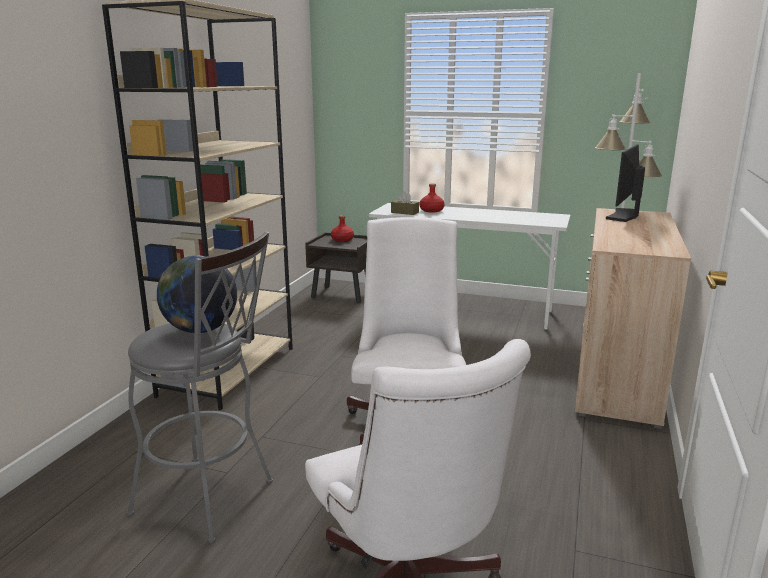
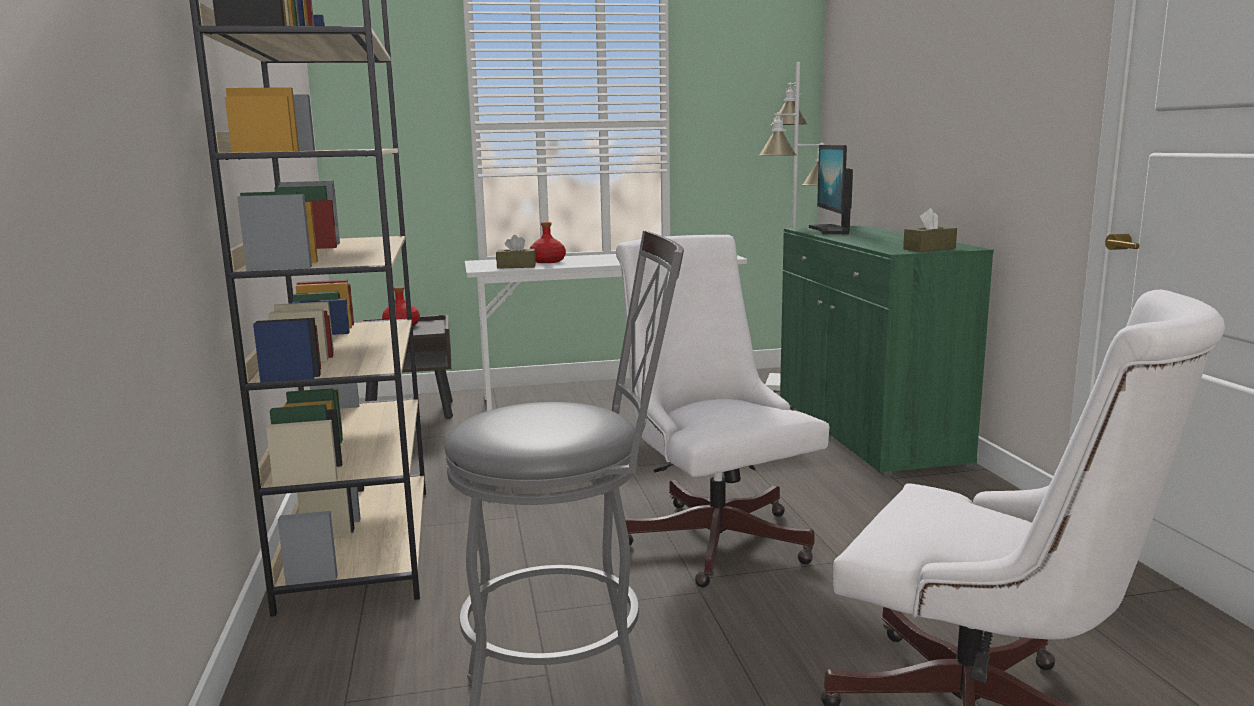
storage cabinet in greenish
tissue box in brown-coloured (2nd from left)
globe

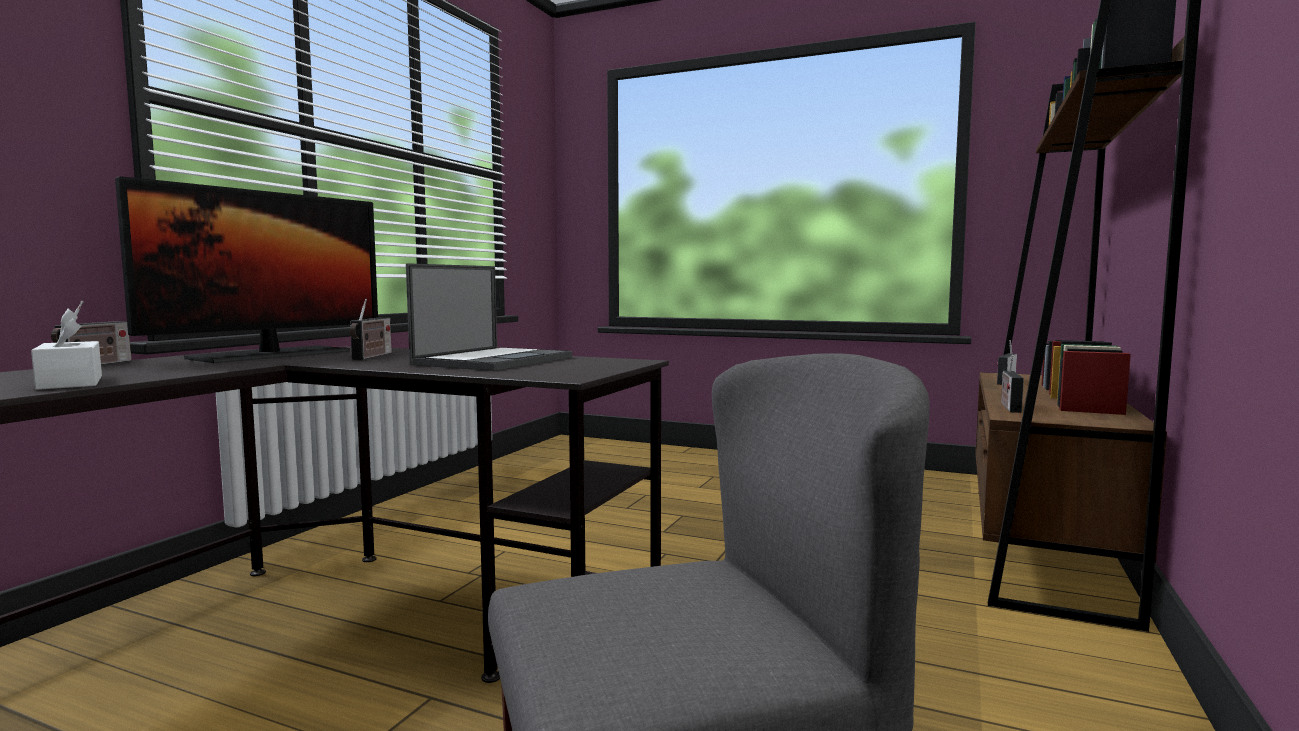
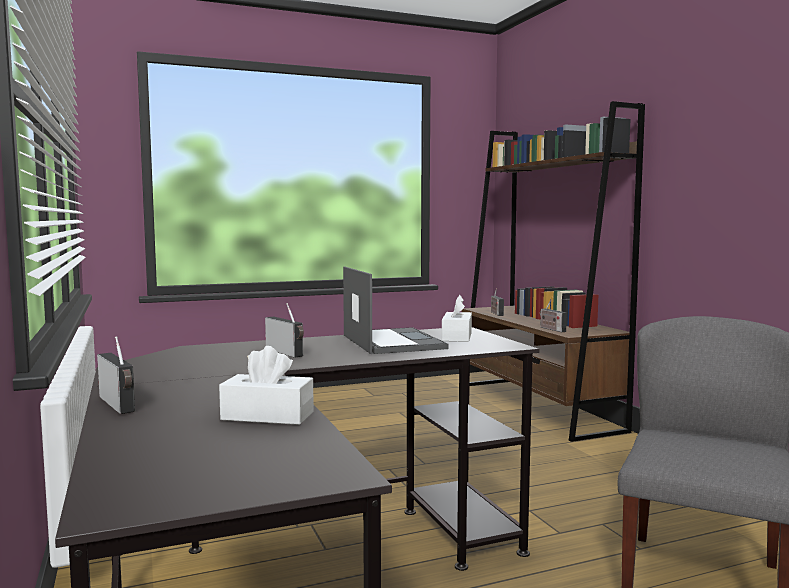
tissue box in whitish (2nd from left)
computer display

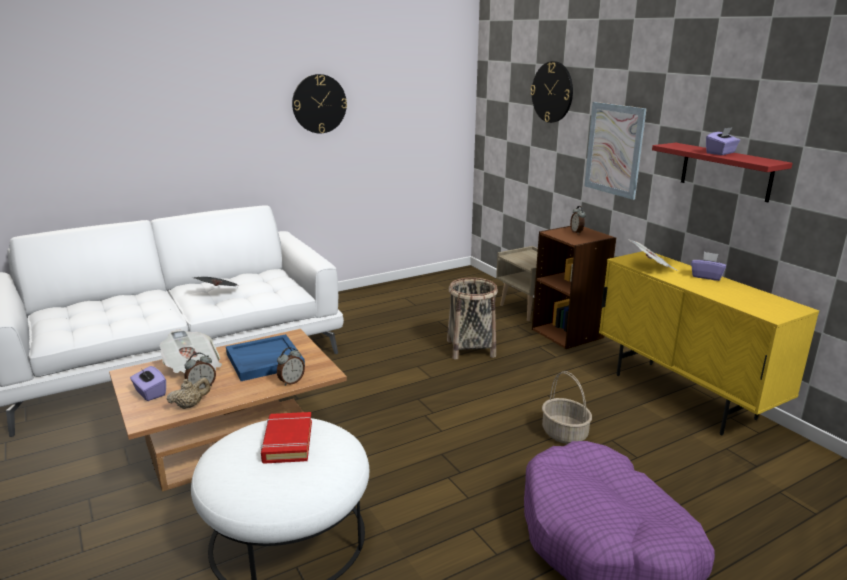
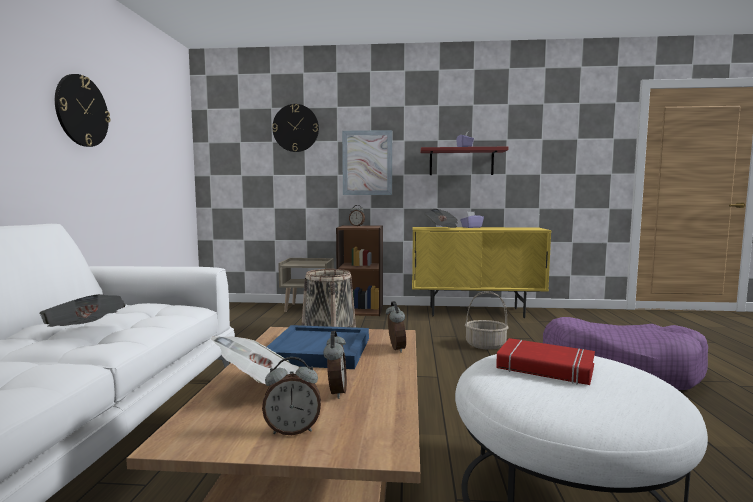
alarm clock (1st from left)
teapot in beige

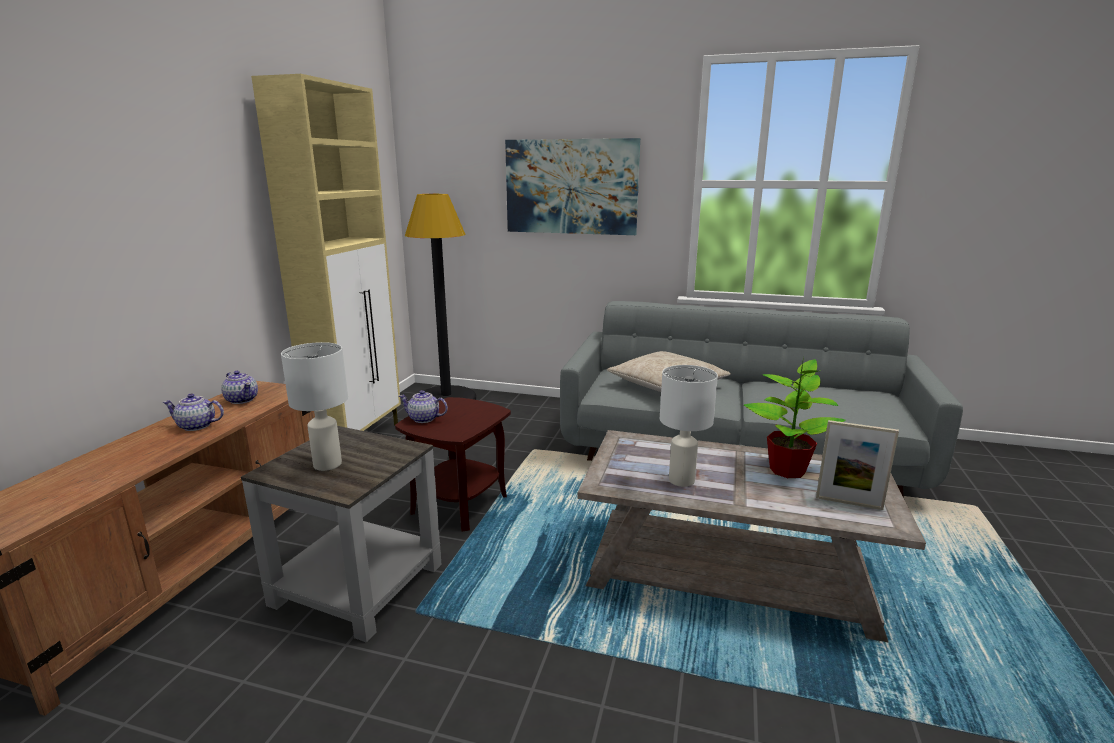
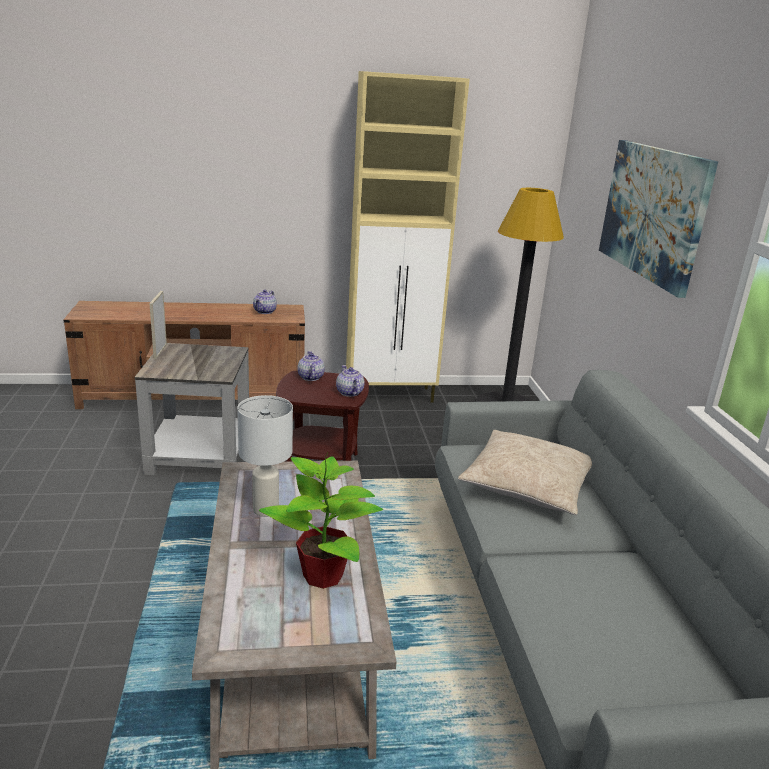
standing frame
teapot (3rd from left)
lamp for a table in whitish (1st from left in the first image)

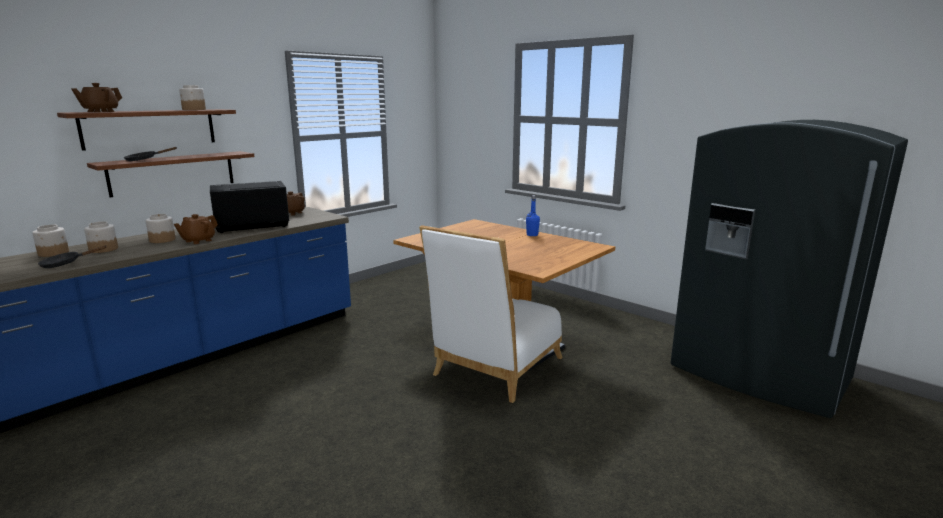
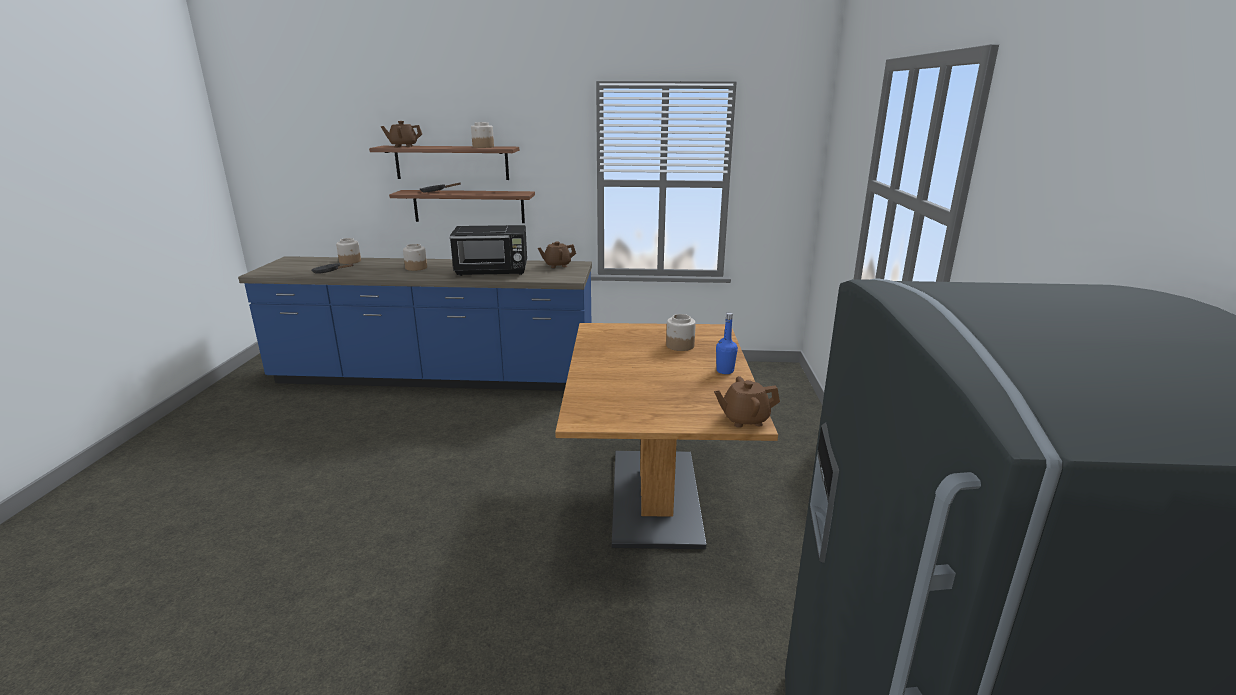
kitchen microwave in black
preserve jar (4th from left)
teapot in brown-coloured (3rd from left)
upright chair in whitish

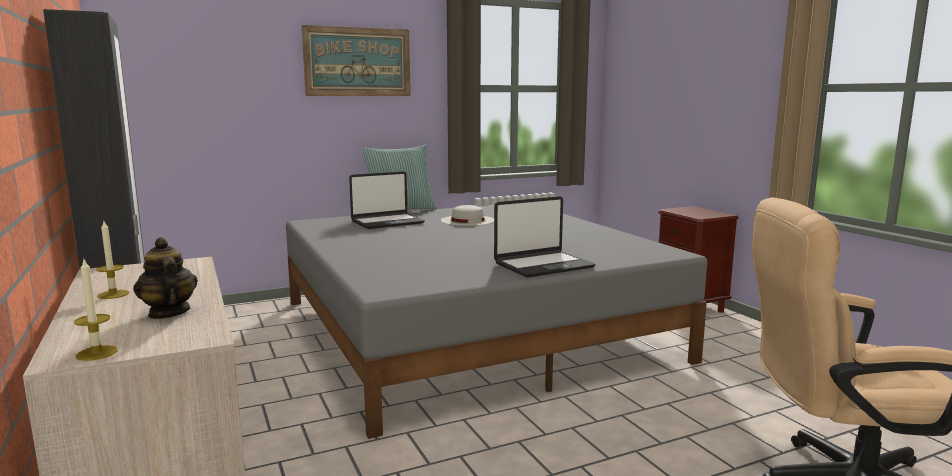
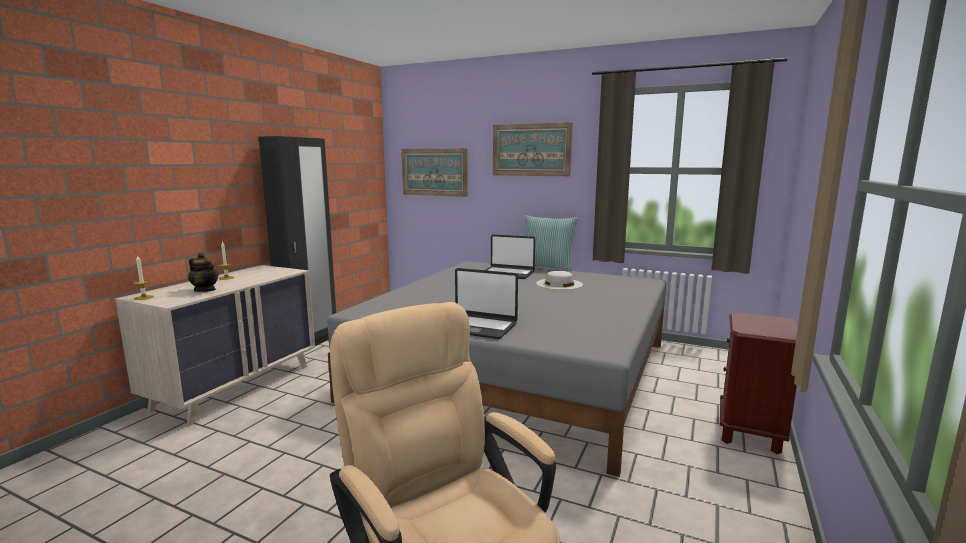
teapot
wall picture (1st from left)

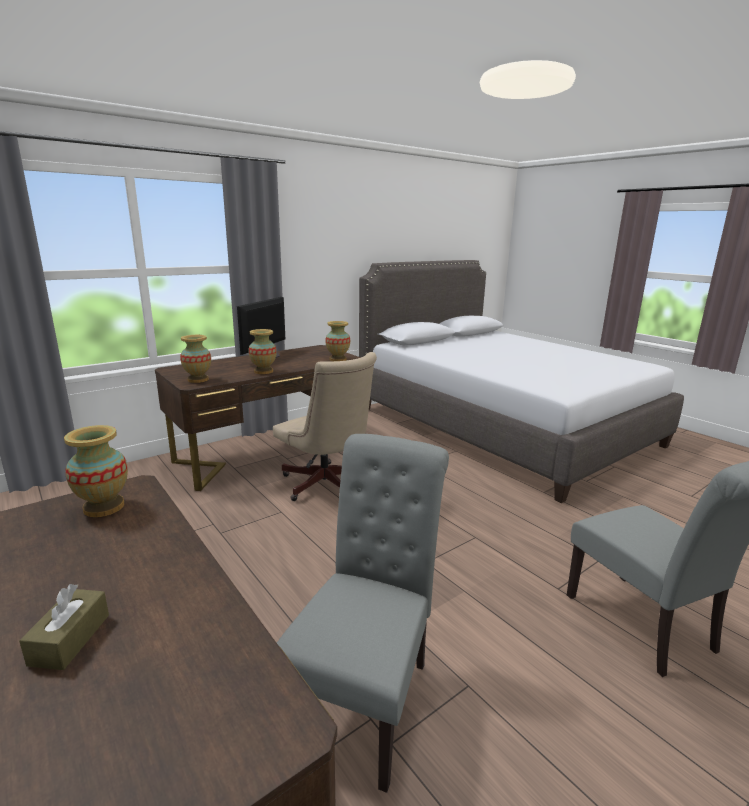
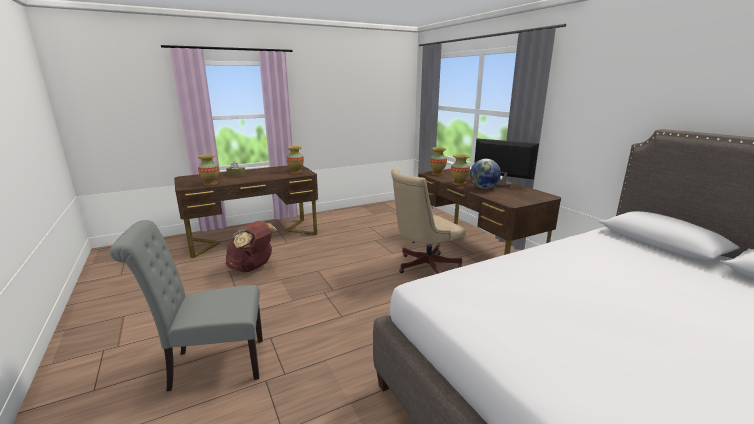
vase (1st from left)
backpack in brown-coloured
globe

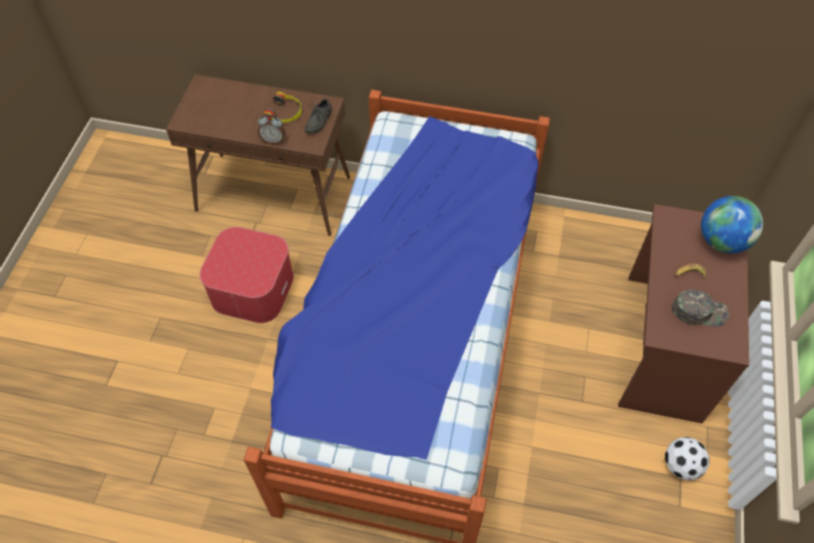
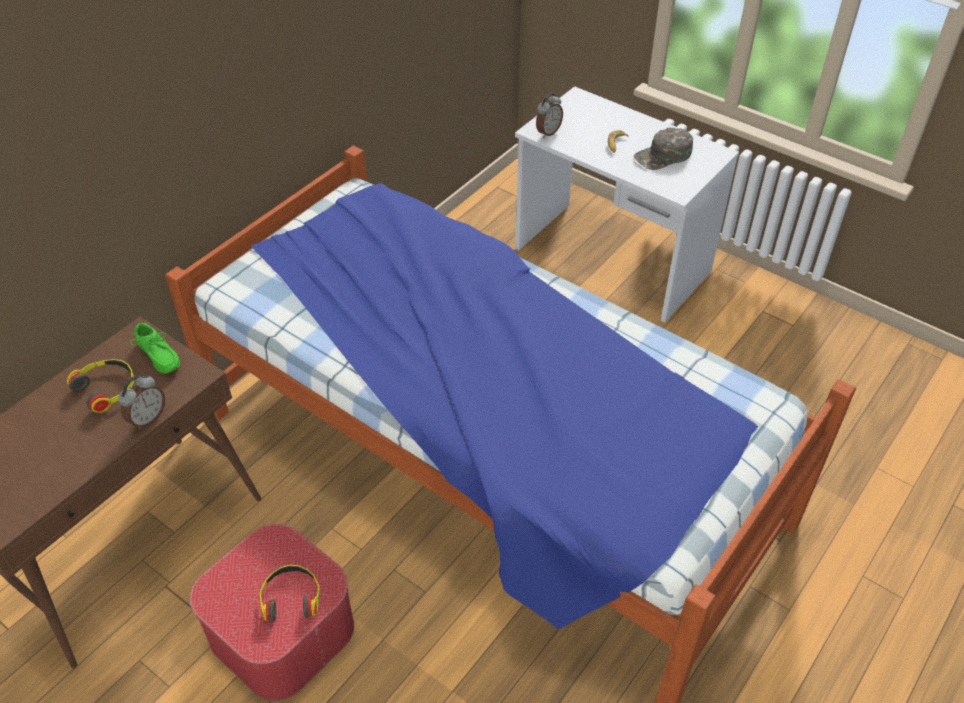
item of footwear in greenish
headphones (2nd from left)
desk unit in whitish
alarm clock (2nd from left)
peaked cap in greenish
ball for football
globe

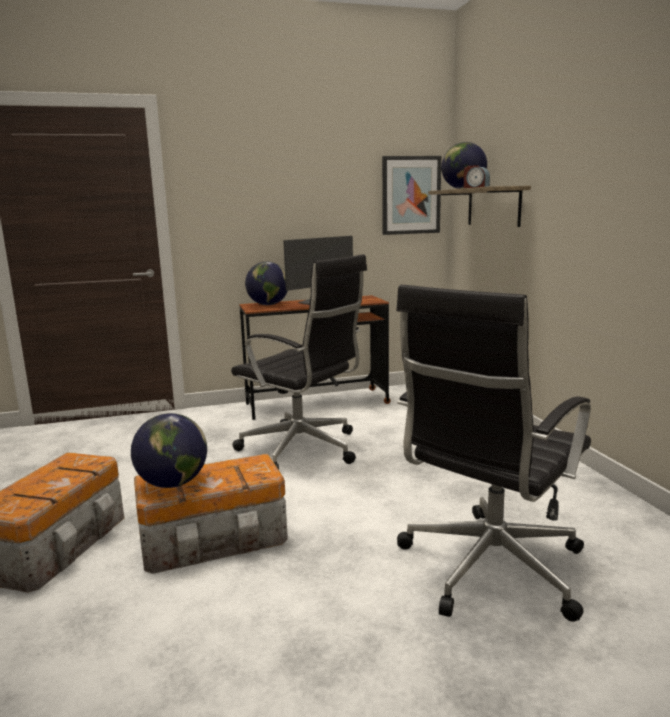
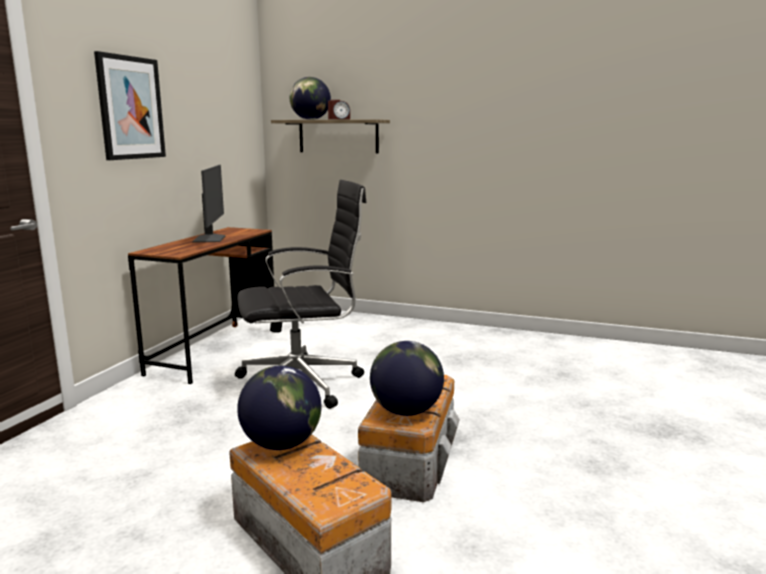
wall picture
globe (1st from left)
desk chair in black (2nd from left in the first image)

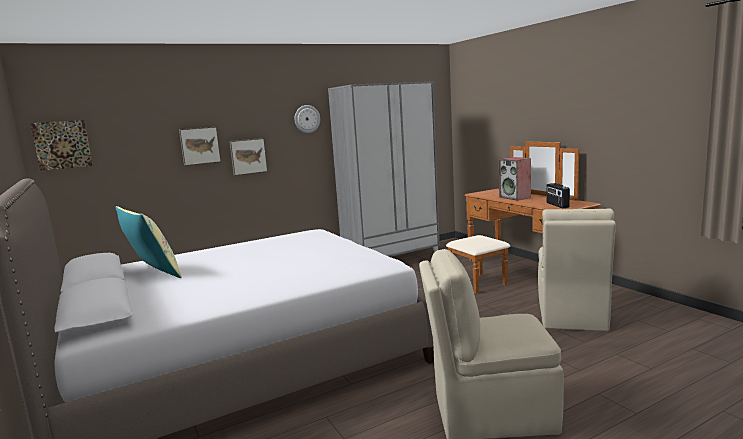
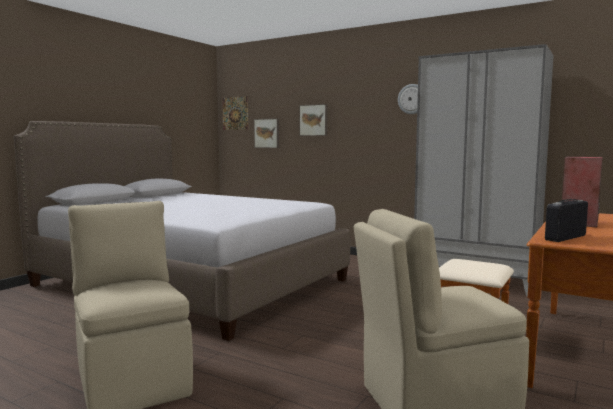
wall picture (2nd from left)
pillow in yellowish

